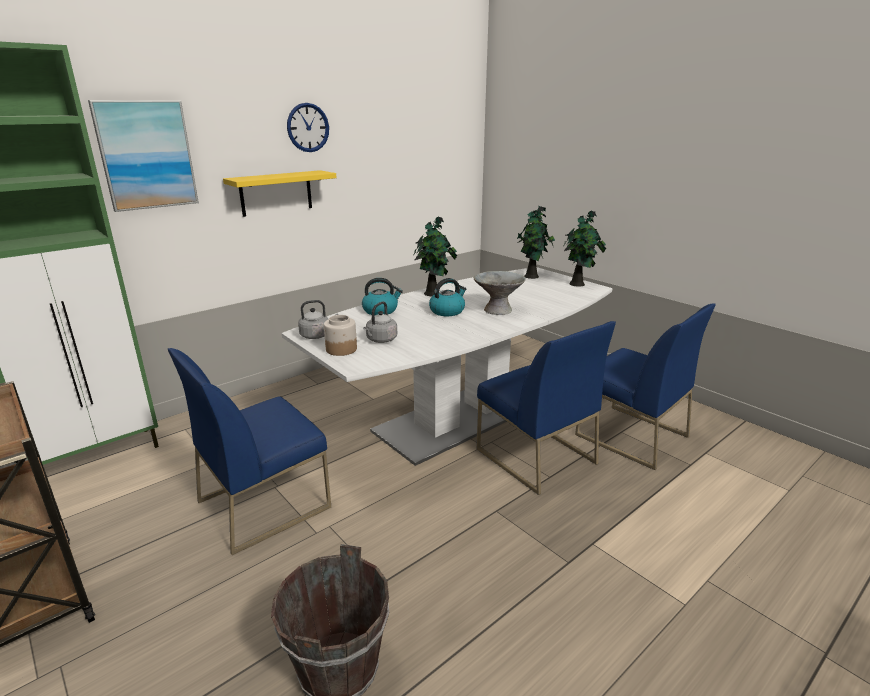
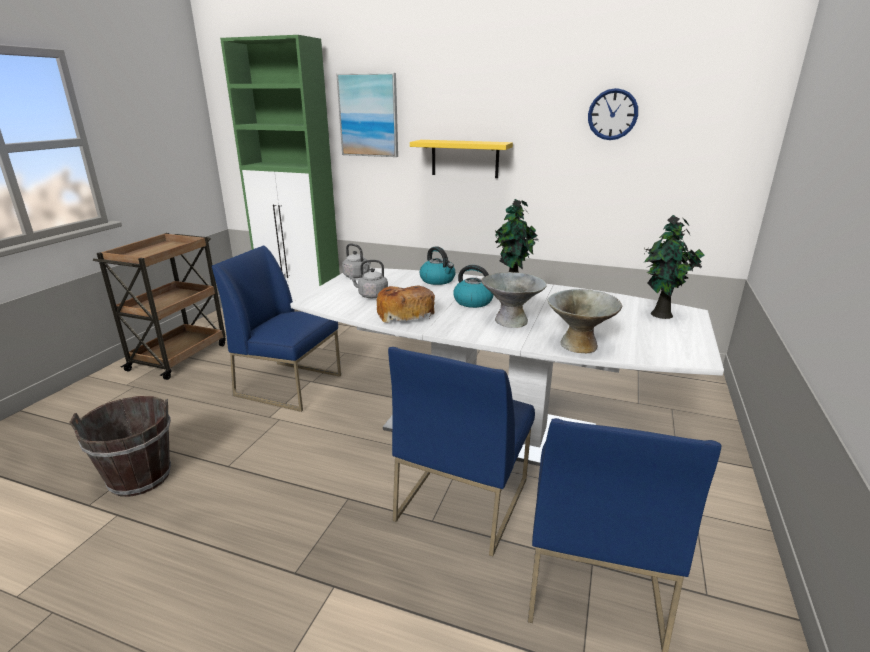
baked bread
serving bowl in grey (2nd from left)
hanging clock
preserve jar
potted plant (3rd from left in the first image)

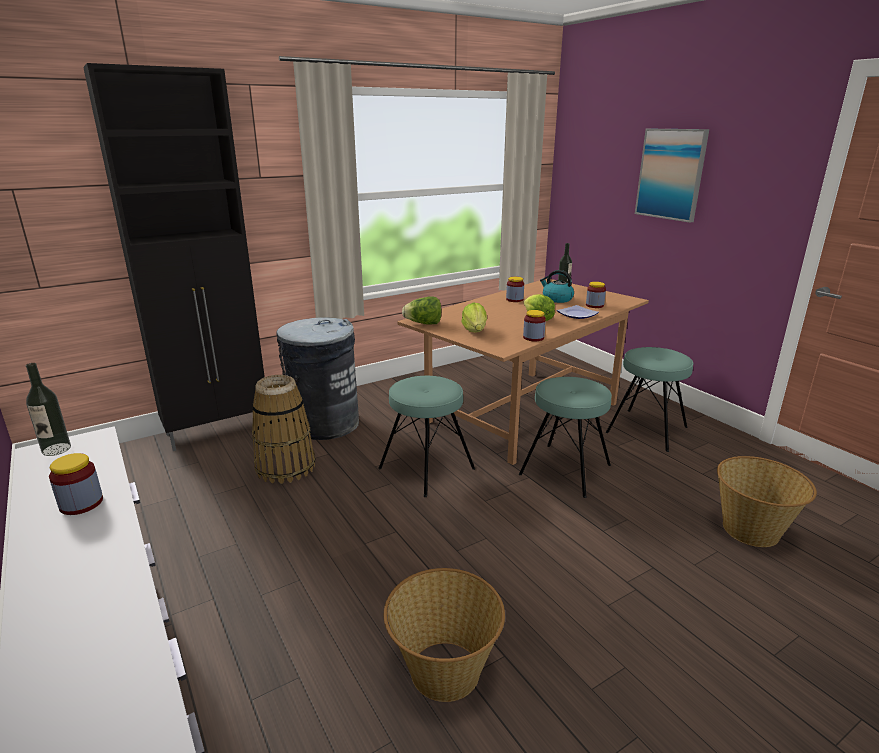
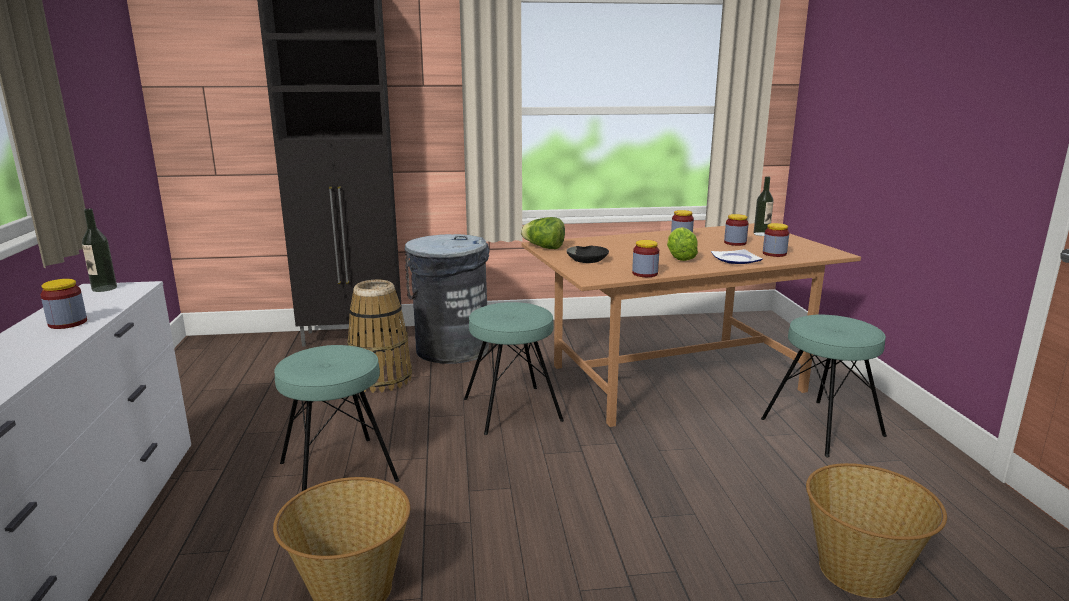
sitting stool in blue-green (1st from left)
serving bowl in black
preserve jar (4th from left)
wall picture

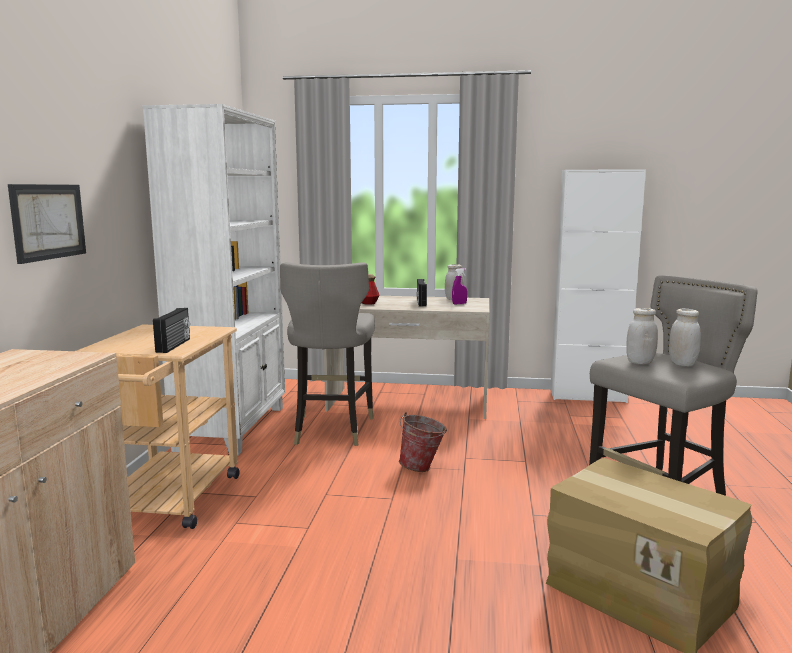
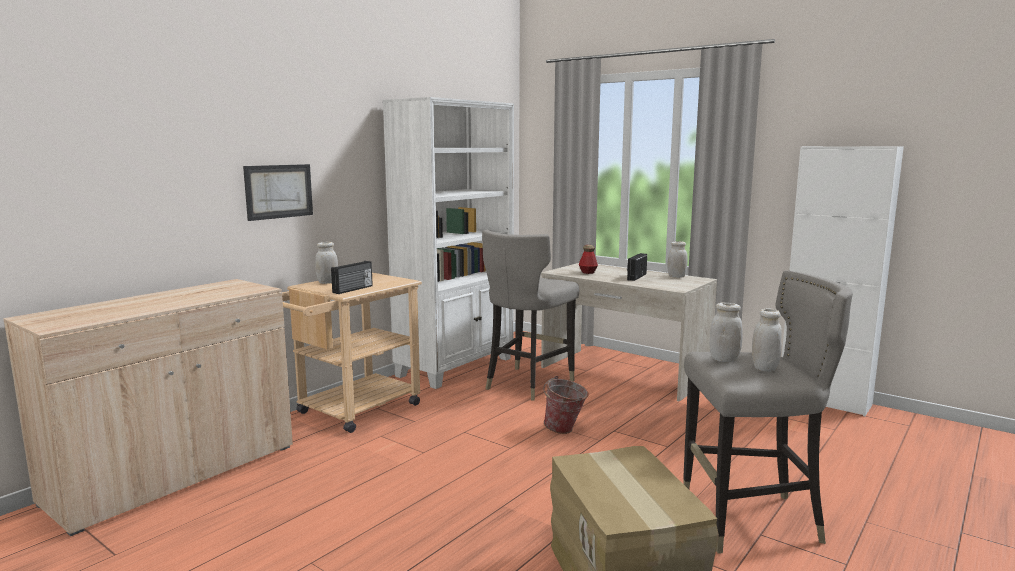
preserve jar in whitish (1st from left)
spray bottle in purple

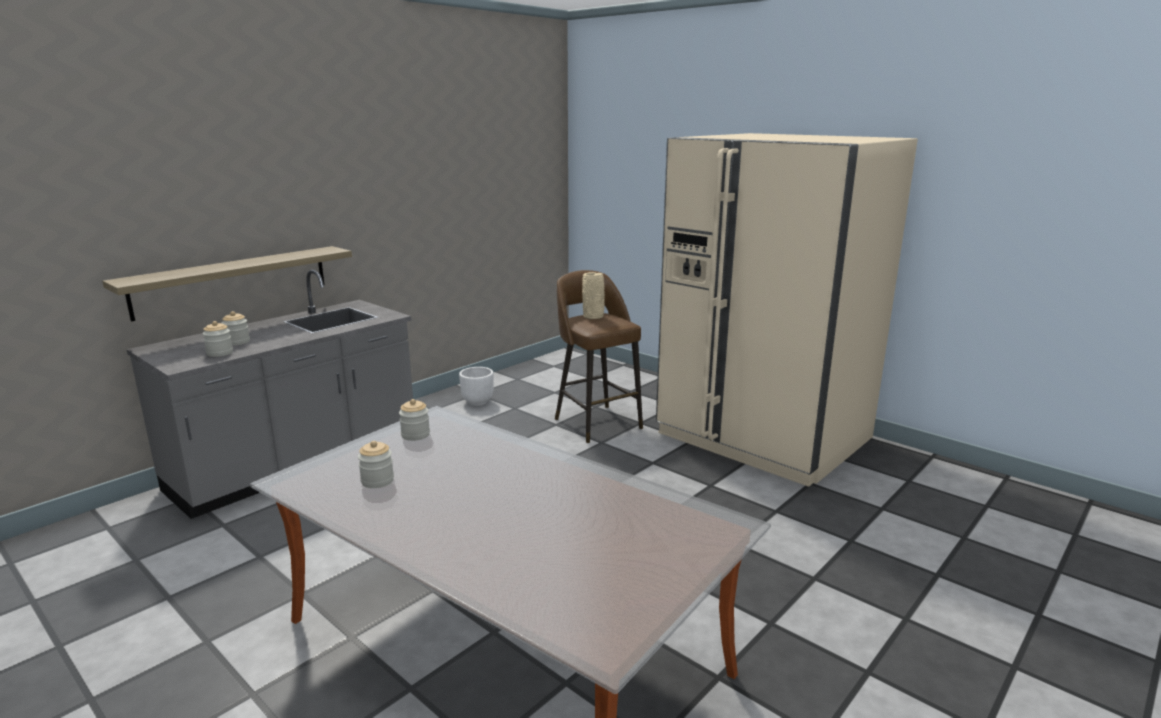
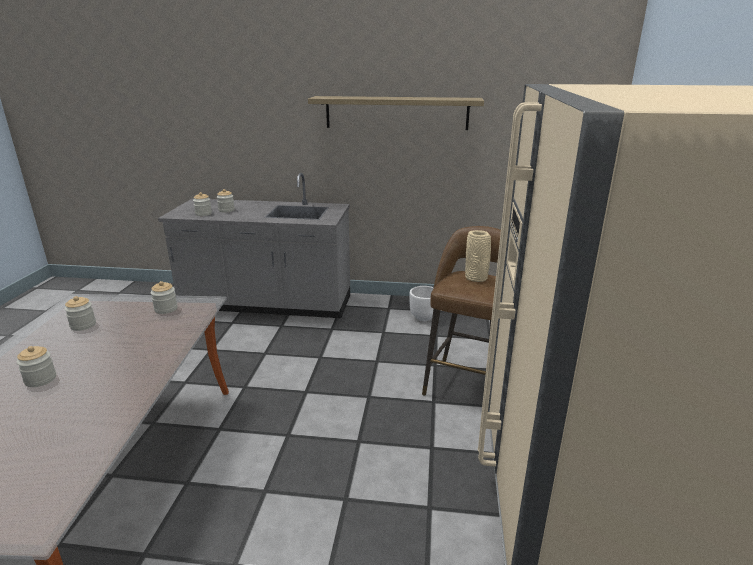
preserve jar (1st from left)
wall shelf

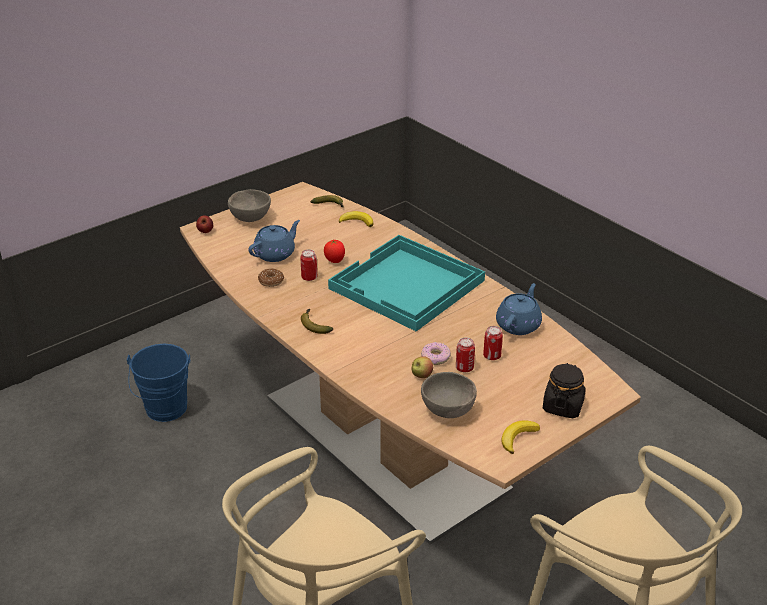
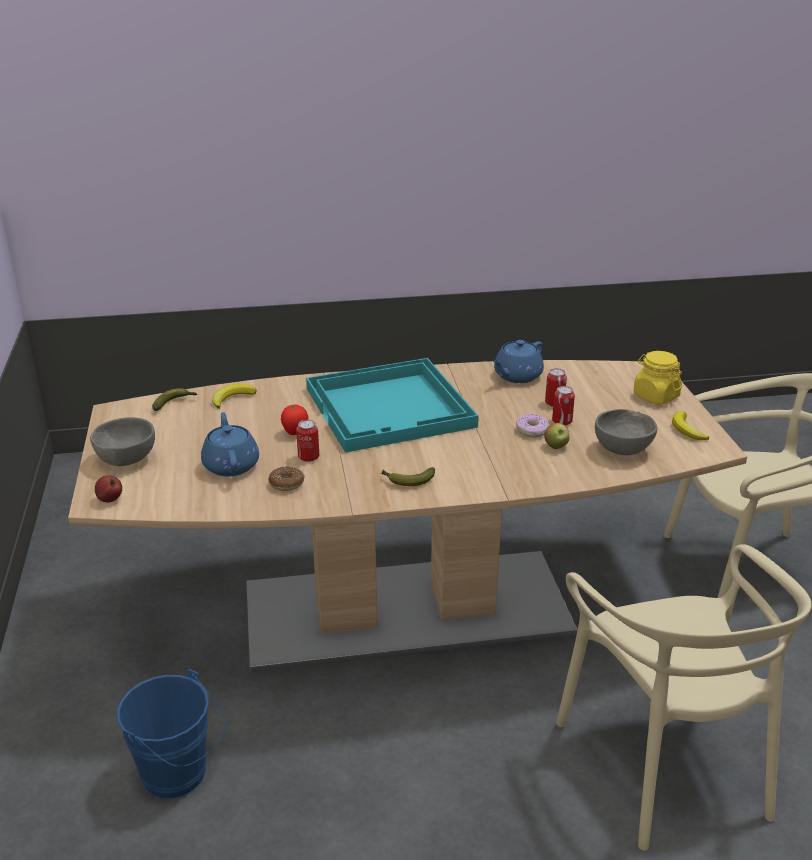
teapot in blue-coloured (2nd from left)
preserve jar in yellowish

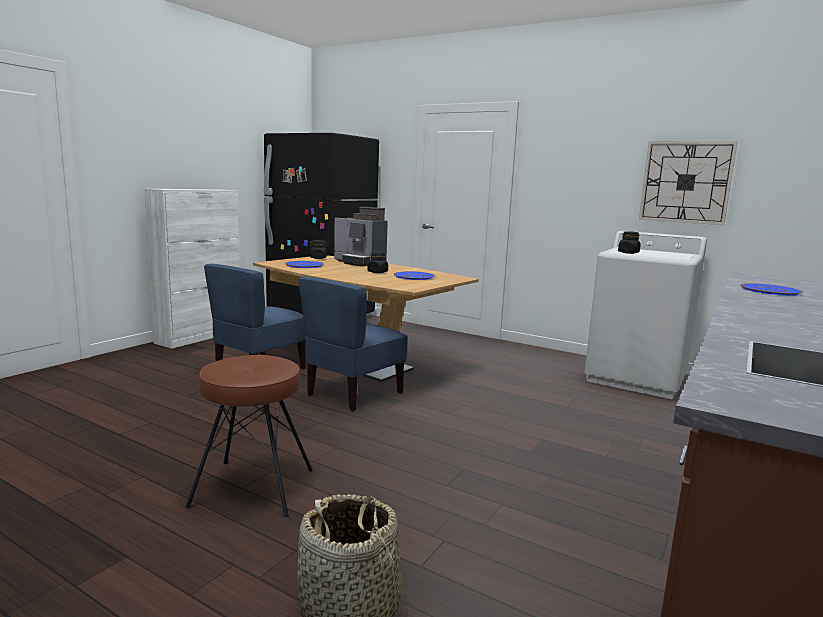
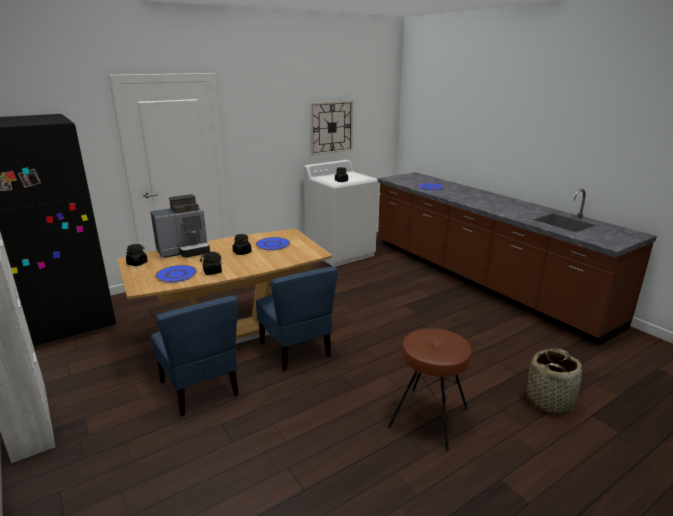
preserve jar in black (2nd from left)

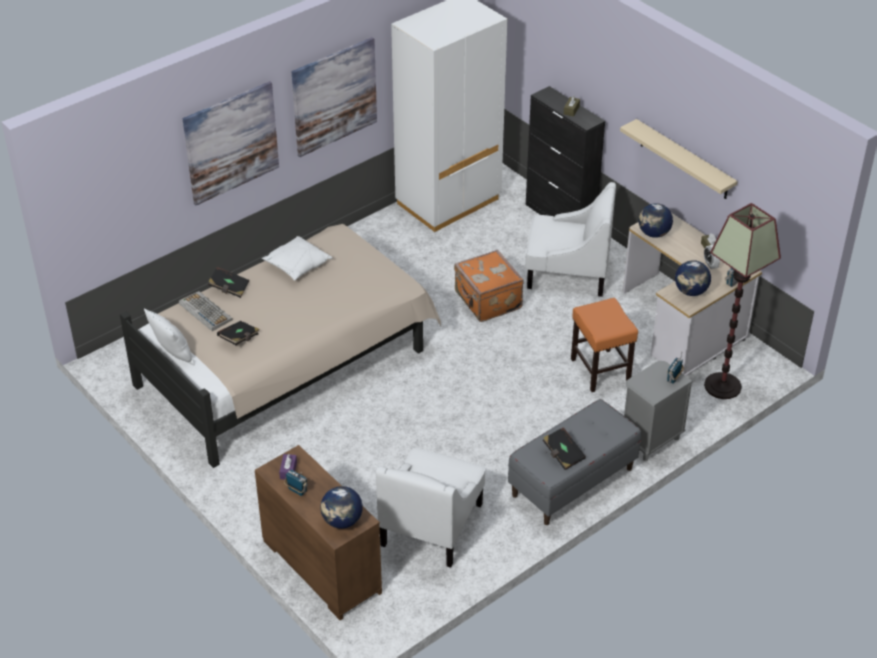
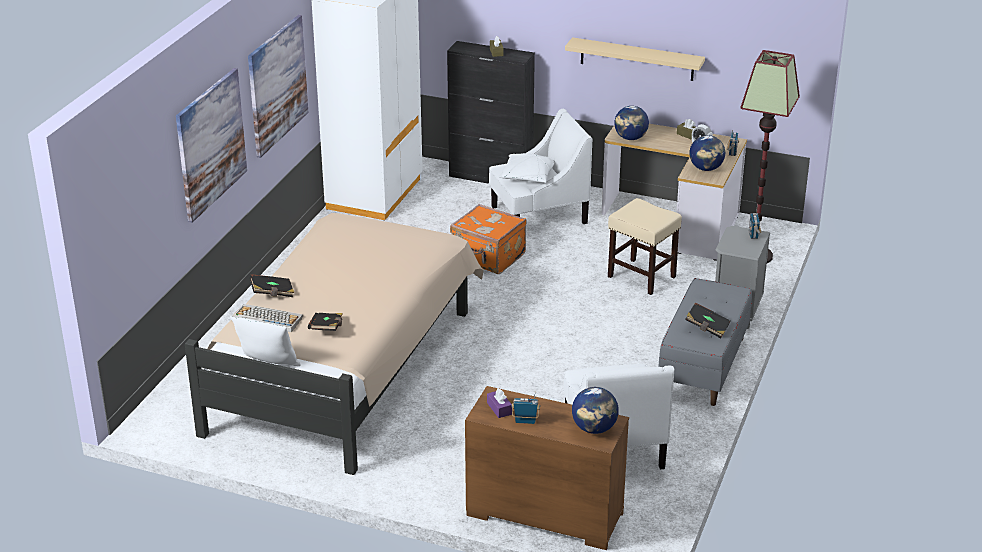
pillow in whitish (2nd from left)
sitting stool in beige

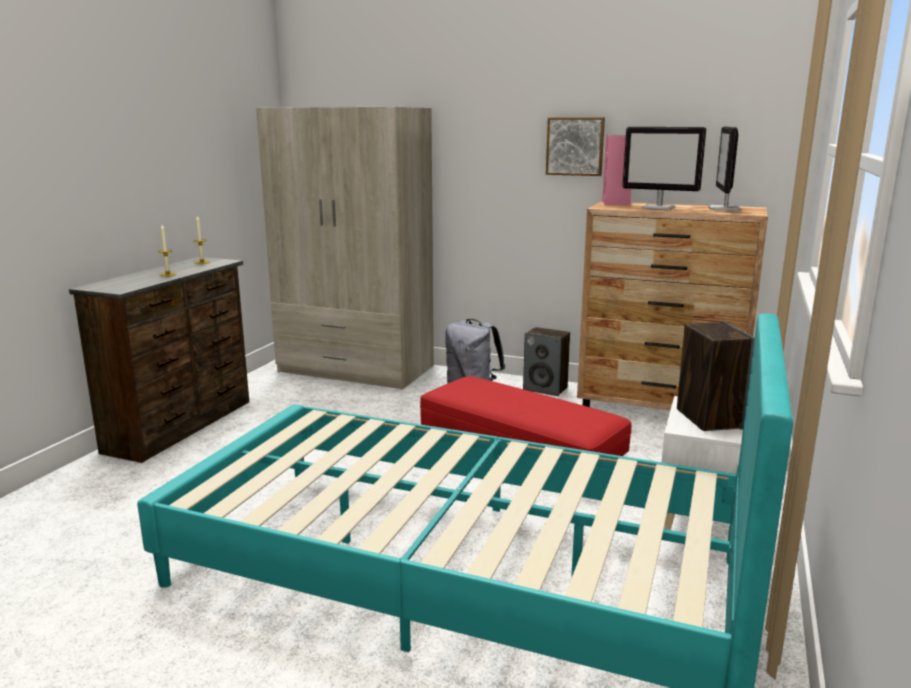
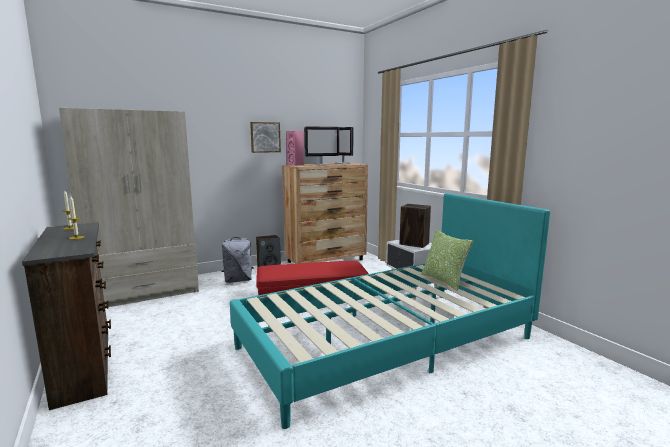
pillow

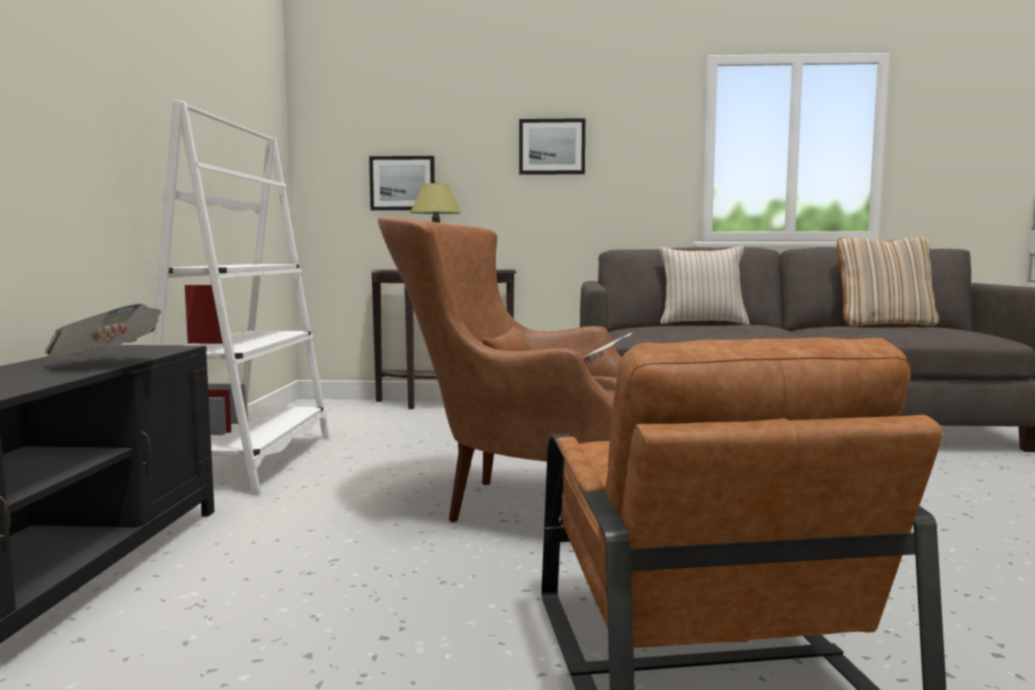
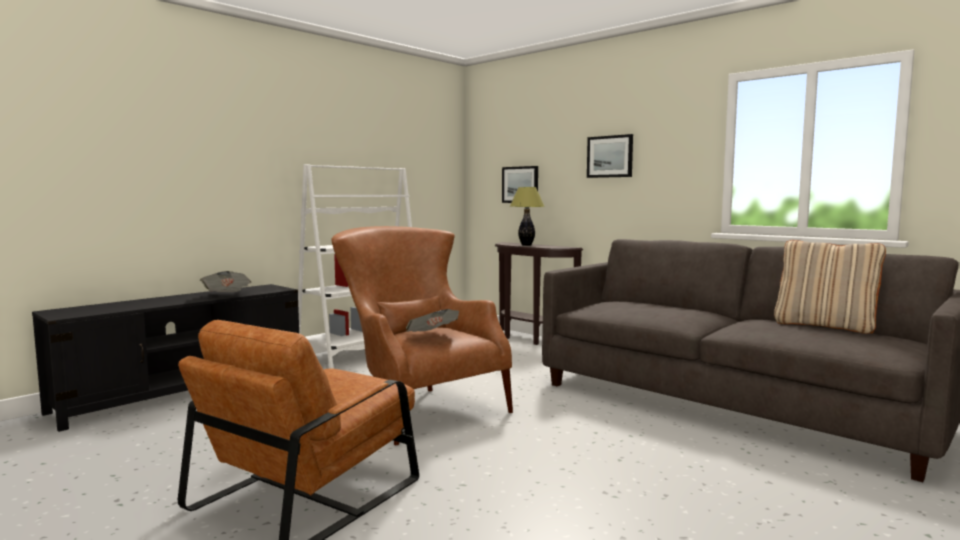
pillow in beige (1st from left in the first image)

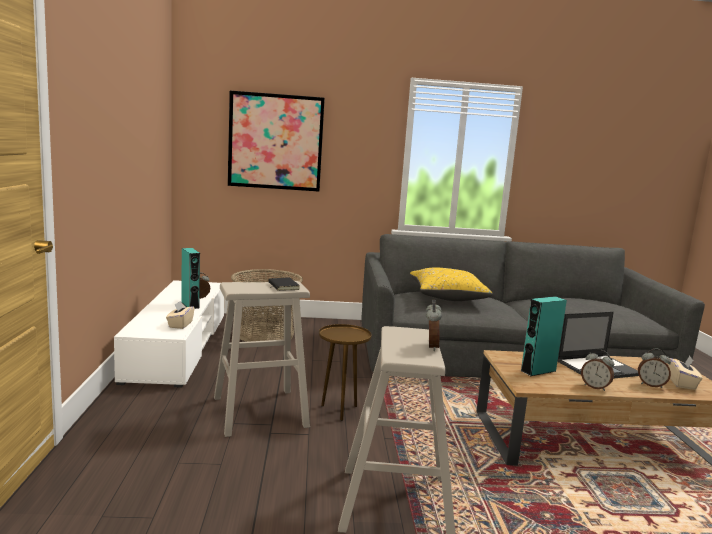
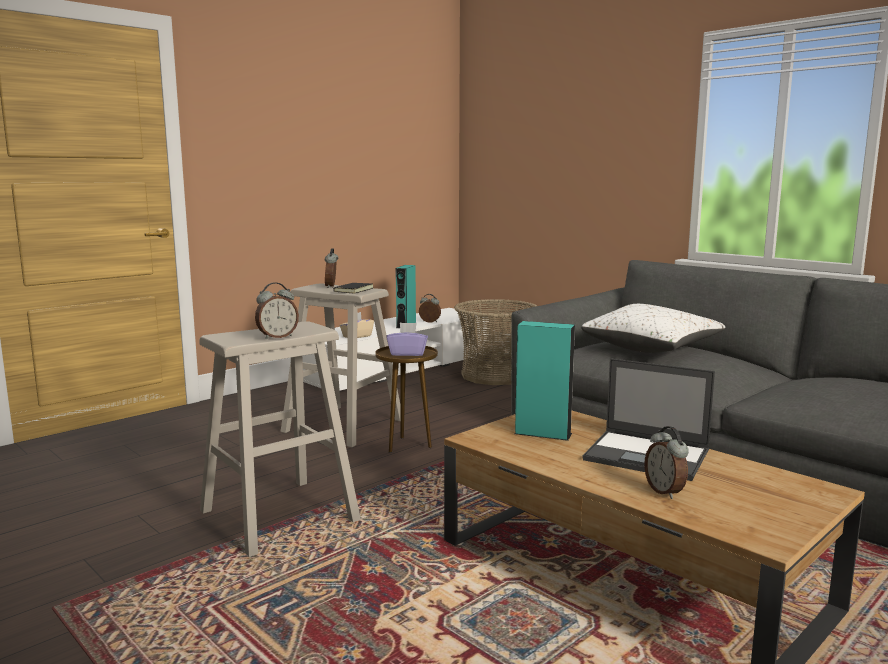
alarm clock (2nd from left)
tissue box in purple
pillow in whitish
wall picture
tissue box in beige (2nd from left in the first image)

